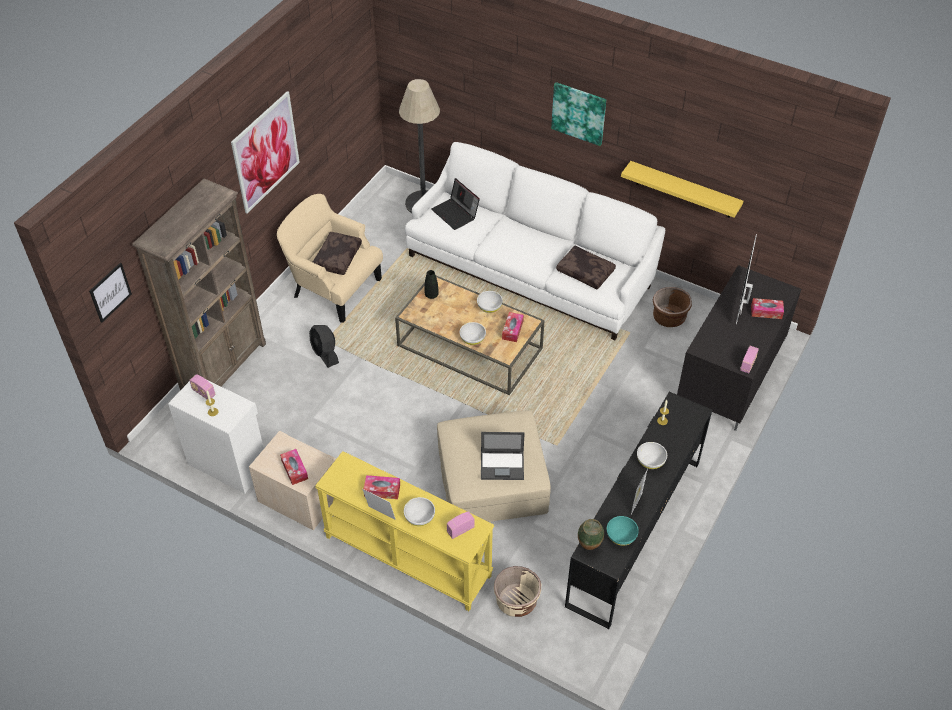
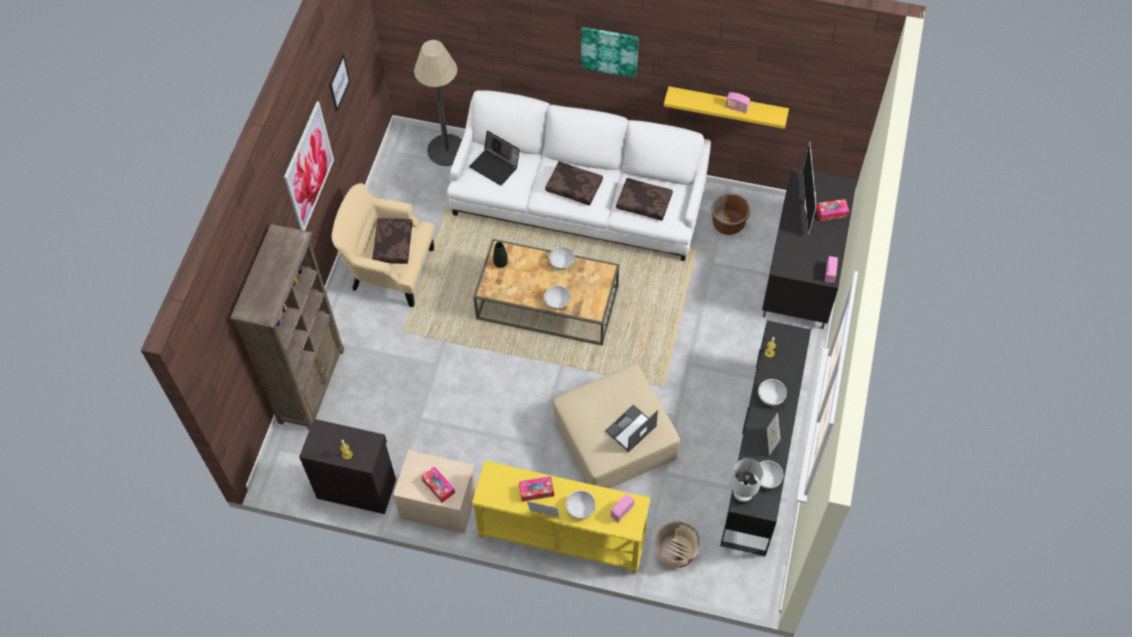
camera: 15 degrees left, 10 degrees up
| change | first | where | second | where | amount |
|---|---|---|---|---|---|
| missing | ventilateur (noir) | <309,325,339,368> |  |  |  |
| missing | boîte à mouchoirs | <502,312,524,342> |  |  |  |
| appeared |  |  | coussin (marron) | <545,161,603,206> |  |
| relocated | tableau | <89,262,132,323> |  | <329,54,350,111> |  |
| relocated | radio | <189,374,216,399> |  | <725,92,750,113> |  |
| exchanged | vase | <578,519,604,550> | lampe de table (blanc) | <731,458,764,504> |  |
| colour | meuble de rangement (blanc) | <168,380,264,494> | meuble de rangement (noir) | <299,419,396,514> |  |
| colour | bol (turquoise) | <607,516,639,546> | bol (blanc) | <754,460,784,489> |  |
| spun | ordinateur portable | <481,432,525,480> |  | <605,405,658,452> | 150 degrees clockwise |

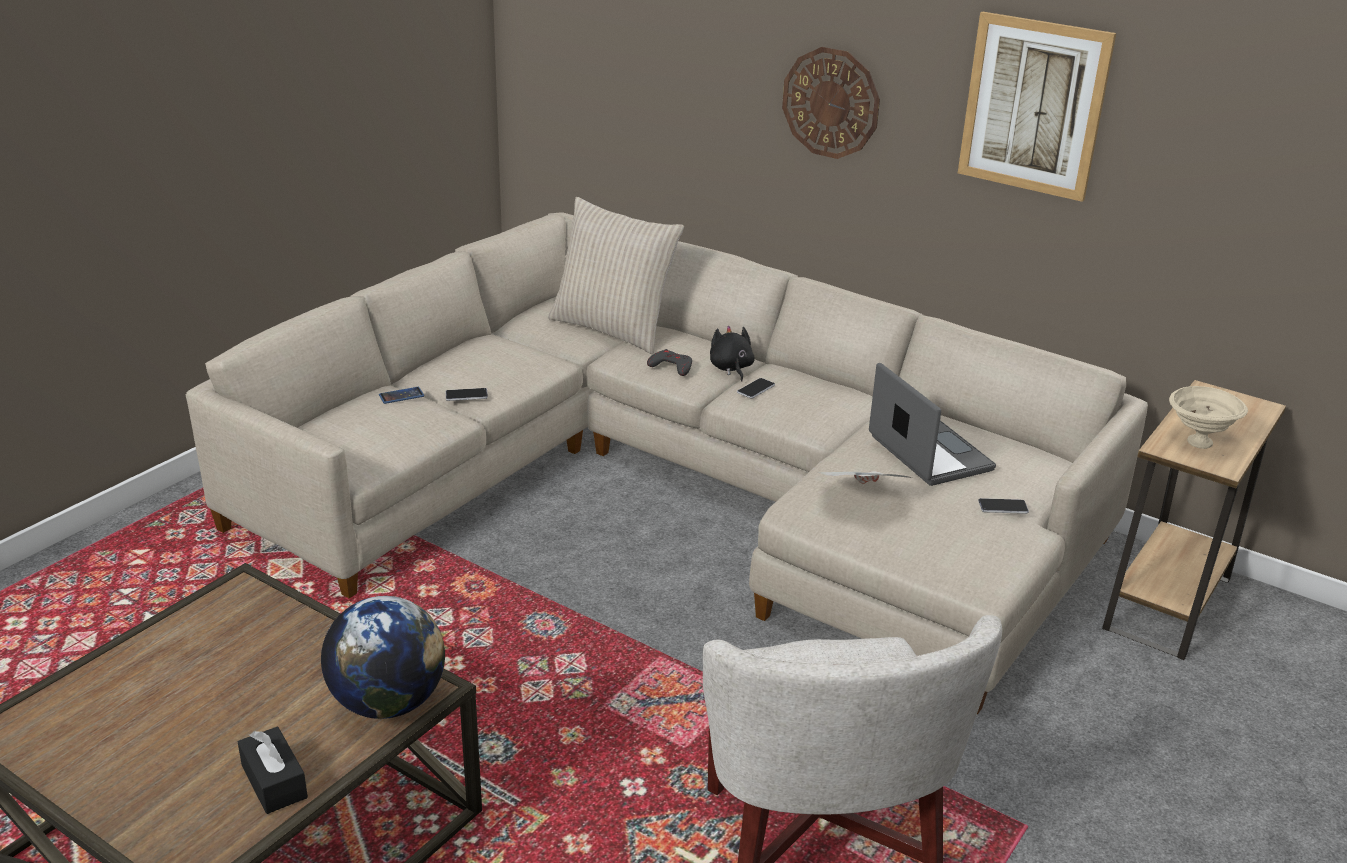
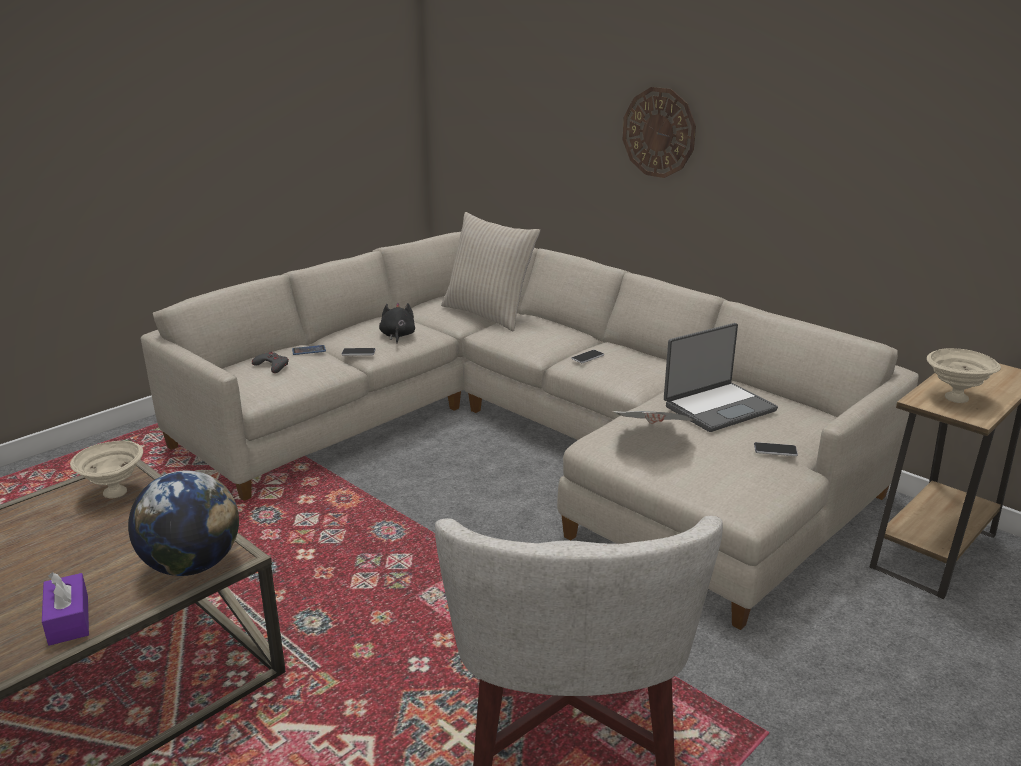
camera: 10 degrees right, 5 degrees down
| change | first | where | second | where | amount |
|---|---|---|---|---|---|
| missing | tableau | <958,11,1116,202> |  |  |  |
| appeared |  |  | bol (beige) | <70,441,143,498> |  |
| relocated | manette (gris) | <647,349,692,376> |  | <252,351,289,373> |  |
| relocated | peluche (noir) | <710,326,755,381> |  | <379,303,415,344> |  |
| colour | boîte à mouchoirs (noir) | <238,726,308,814> | boîte à mouchoirs (violet) | <42,572,89,646> |  |
| spun | ordinateur portable | <869,363,996,486> |  | <664,323,778,432> | 75 degrees clockwise |

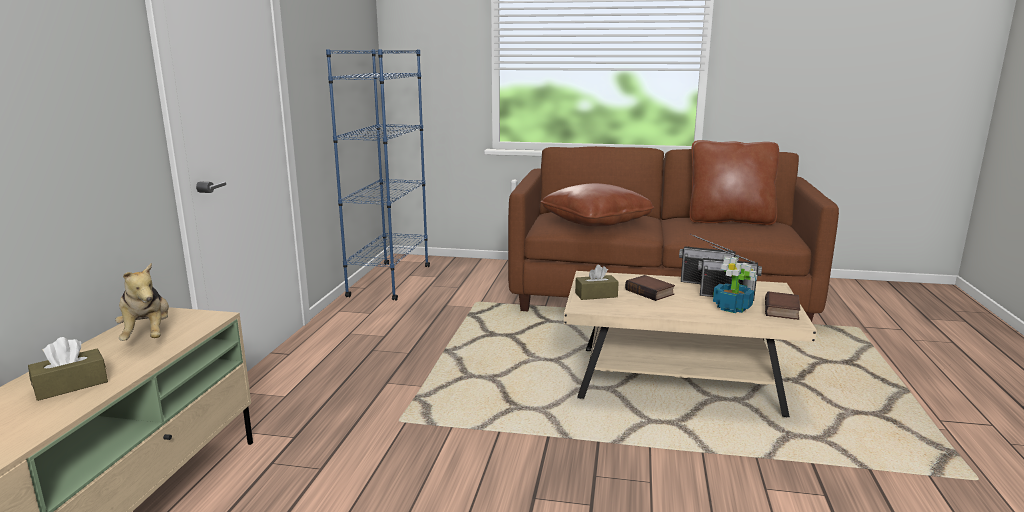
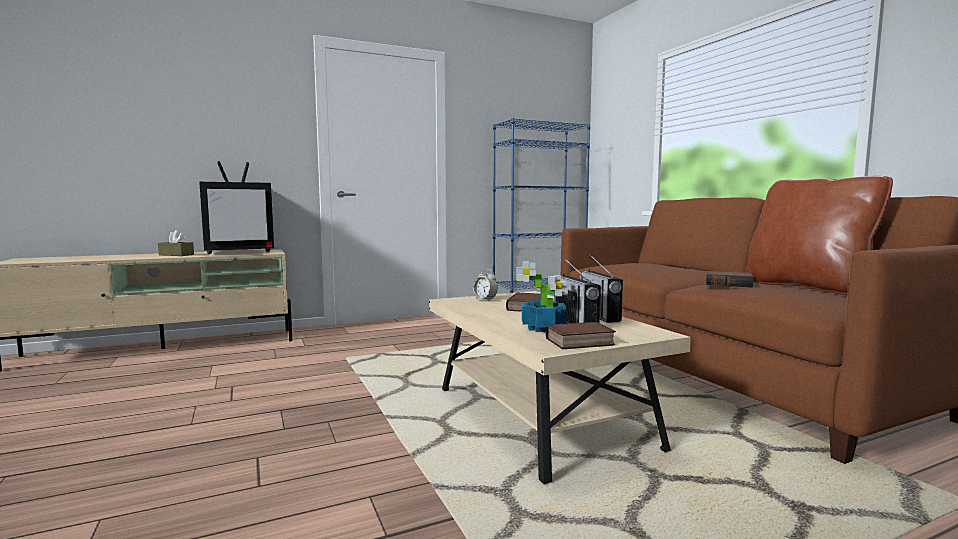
camera: 55 degrees right, 10 degrees down
| change | first | where | second | where | amount |
|---|---|---|---|---|---|
| missing | coussin (marron) | <541,183,655,226> |  |  |  |
| appeared |  |  | livre | <705,271,753,287> |  |
| exchanged | peluche | <115,263,169,341> | téléviseur | <199,161,274,254> |  |
| exchanged | boîte à mouchoirs (marron) | <575,264,619,300> | réveil | <473,269,498,301> |  |

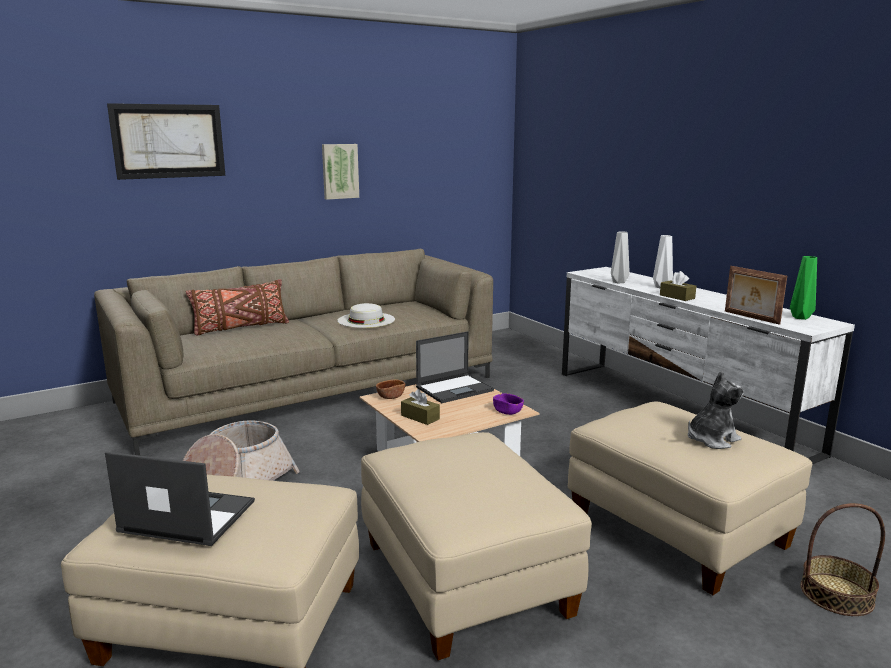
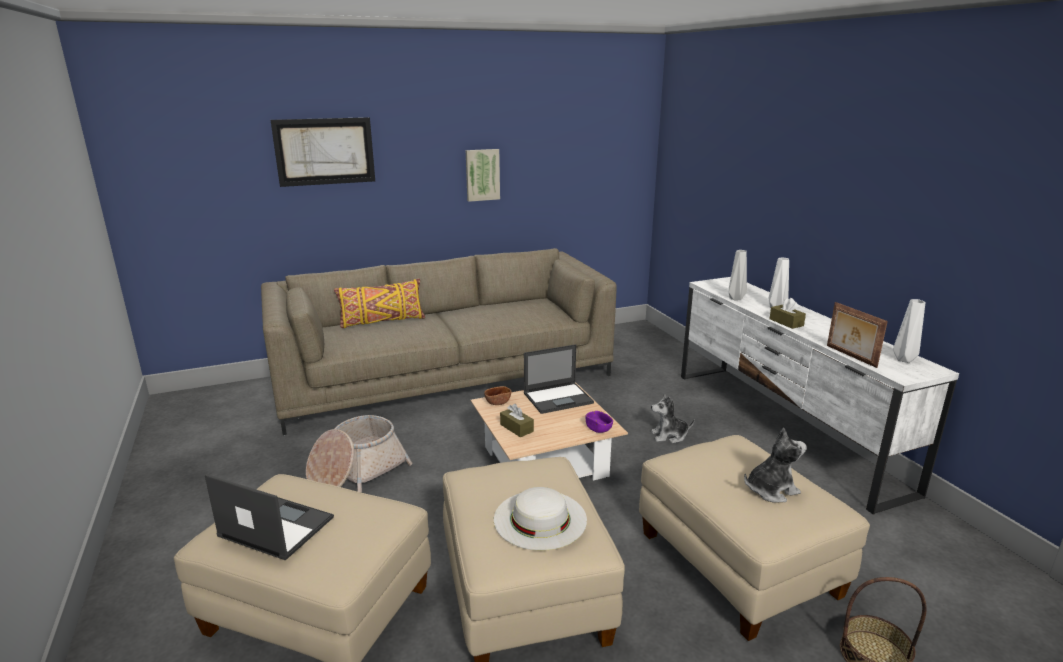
camera: 10 degrees right, 5 degrees up
| change | first | where | second | where | amount |
|---|---|---|---|---|---|
| appeared |  |  | peluche | <651,394,695,443> |  |
| relocated | chapeau (blanc) | <337,303,395,328> |  | <494,487,587,551> |  |
| colour | coussin (marron) | <186,279,289,336> | coussin (jaune) | <334,279,425,328> |  |
| colour | vase (vert) | <790,256,817,320> | vase (blanc) | <893,299,925,363> |  |

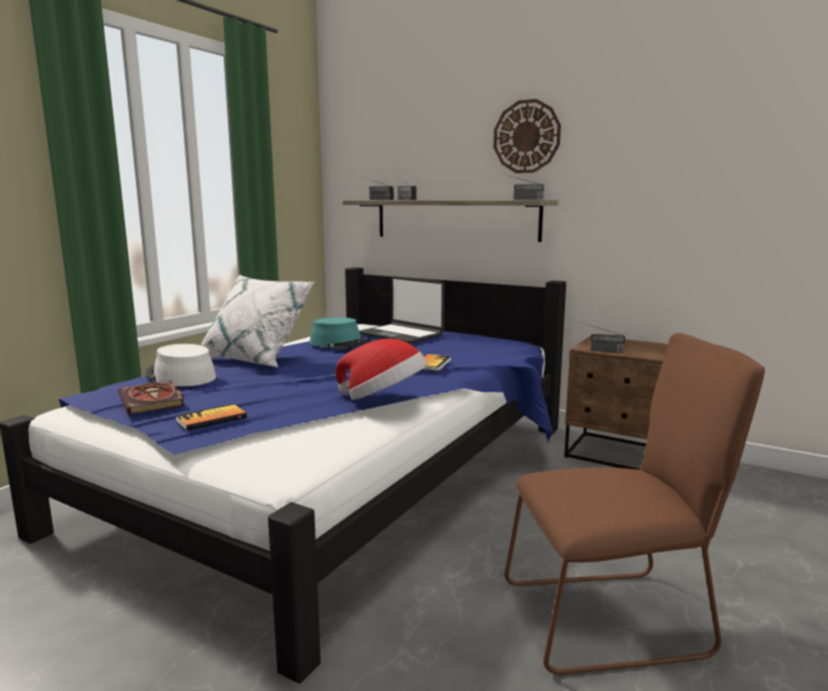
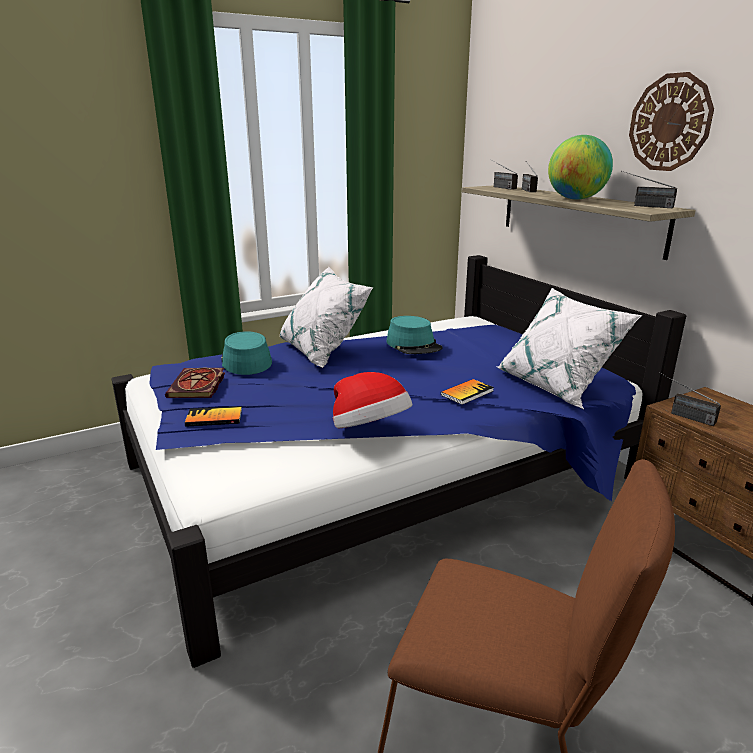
camera: 30 degrees right, 10 degrees up
| change | first | where | second | where | amount |
|---|---|---|---|---|---|
| missing | ordinateur portable | <360,276,445,344> |  |  |  |
| appeared |  |  | coussin (blanc) | <496,288,642,409> |  |
| appeared |  |  | globe | <548,135,613,200> |  |
| colour | chapeau (blanc) | <145,344,216,386> | chapeau (turquoise) | <221,331,272,375> |  |

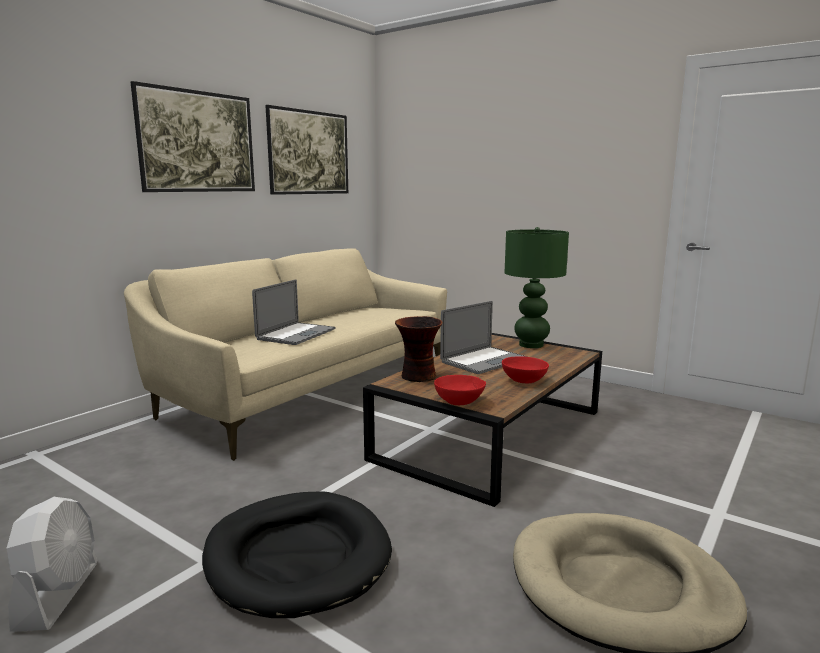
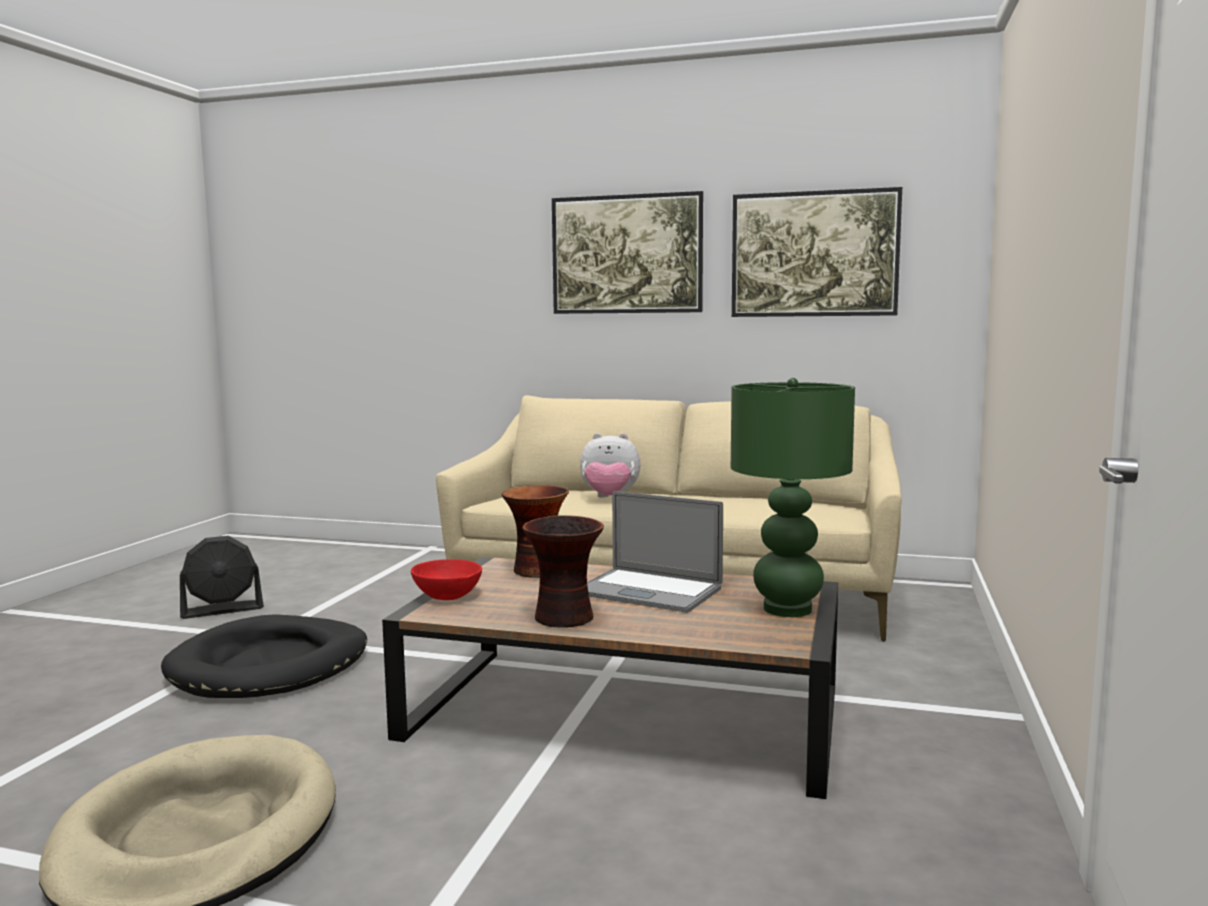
camera: 70 degrees right, 5 degrees down
| change | first | where | second | where | amount |
|---|---|---|---|---|---|
| exchanged | ordinateur portable | <252,279,336,345> | peluche | <580,433,641,498> |  |
| exchanged | bol (rouge) | <502,356,549,383> | vase | <522,515,604,628> |  |
| colour | ventilateur (blanc) | <6,497,98,632> | ventilateur (noir) | <180,536,264,619> |  |

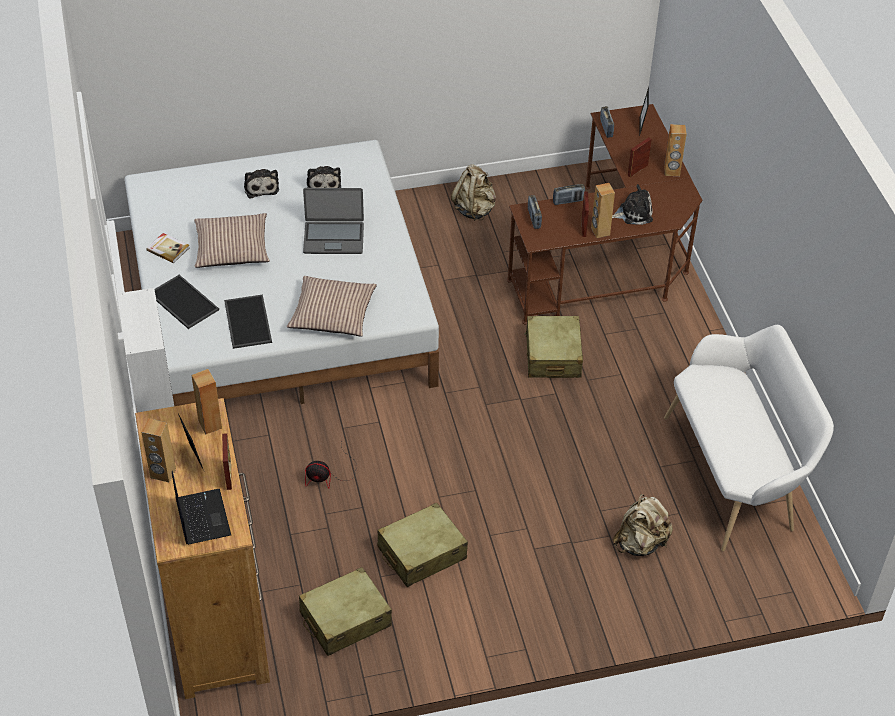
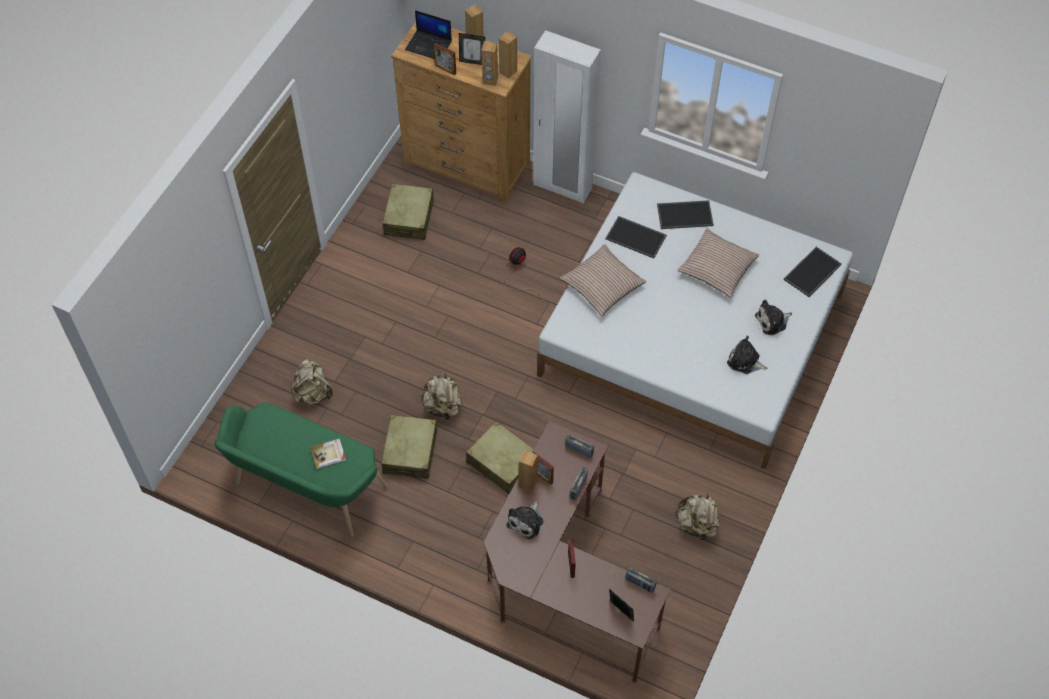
camera: 130 degrees right, 10 degrees up
| change | first | where | second | where | amount |
|---|---|---|---|---|---|
| missing | ordinateur portable | <303,188,364,254> |  |  |  |
| appeared |  |  | sac à dos (beige) | <421,373,462,421> |  |
| appeared |  |  | plateau | <783,247,842,297> |  |
| relocated | livre | <146,233,189,263> |  | <310,438,346,469> |  |
| relocated | valise (beige) | <377,502,468,587> |  | <382,415,437,479> |  |
| relocated | enceinte (marron) | <664,124,687,176> |  | <499,31,517,78> |  |
| colour | banc (blanc) | <664,325,834,552> | banc (vert) | <214,402,388,537> |  |
| spun | peluche | <244,169,279,199> |  | <755,300,792,335> | 45 degrees counterclockwise |

